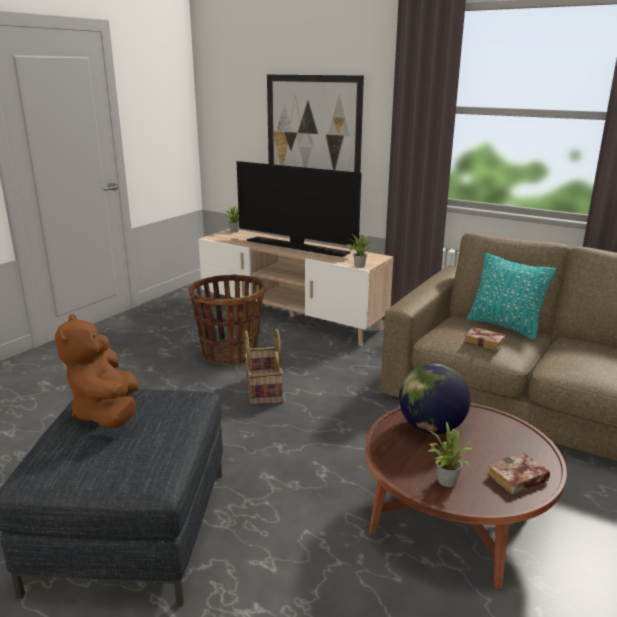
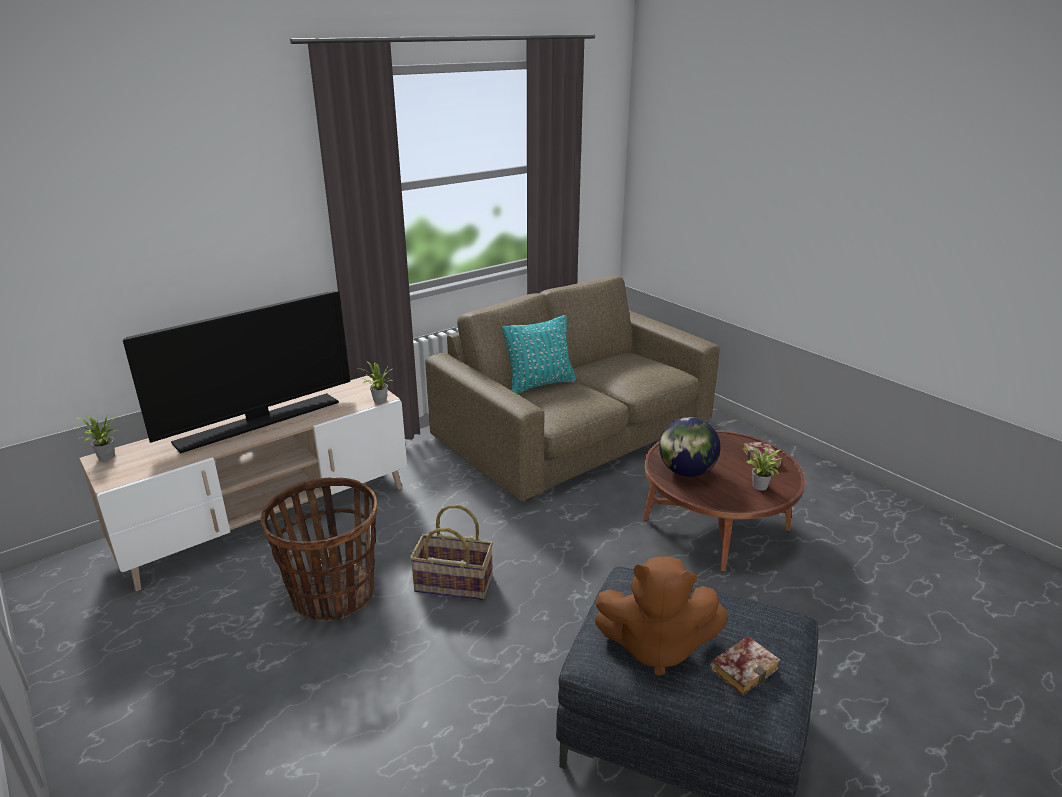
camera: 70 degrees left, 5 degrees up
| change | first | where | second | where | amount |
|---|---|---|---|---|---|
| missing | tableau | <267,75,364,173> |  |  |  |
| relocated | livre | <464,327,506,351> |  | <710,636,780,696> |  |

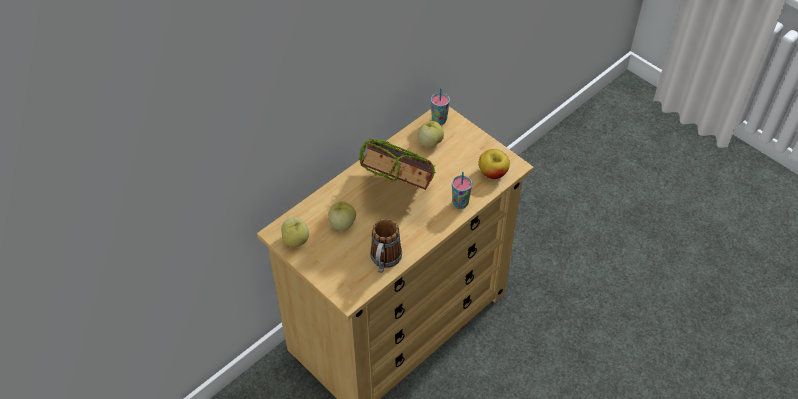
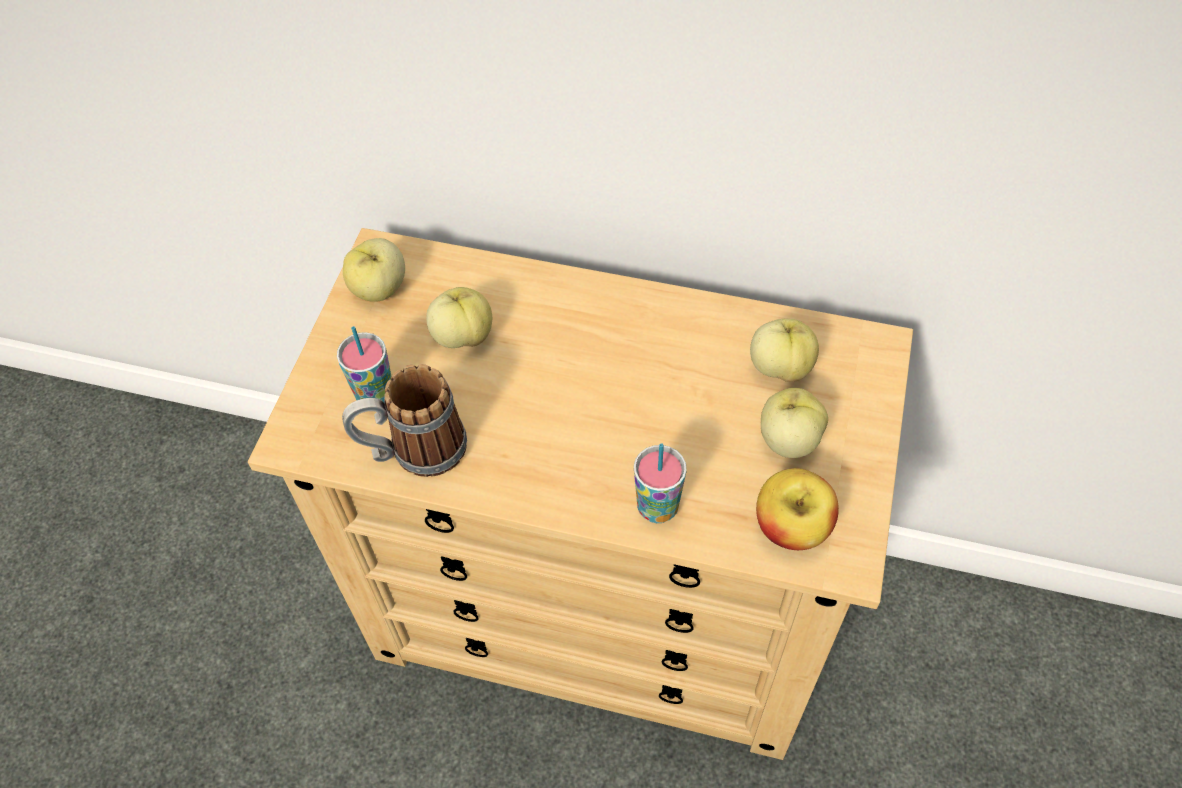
camera: 60 degrees right, 5 degrees up
| change | first | where | second | where | amount |
|---|---|---|---|---|---|
| missing | livre | <359,138,436,190> |  |  |  |
| appeared |  |  | pomme | <761,388,828,458> |  |
| relocated | tasse | <431,88,450,125> |  | <337,326,391,404> |  |

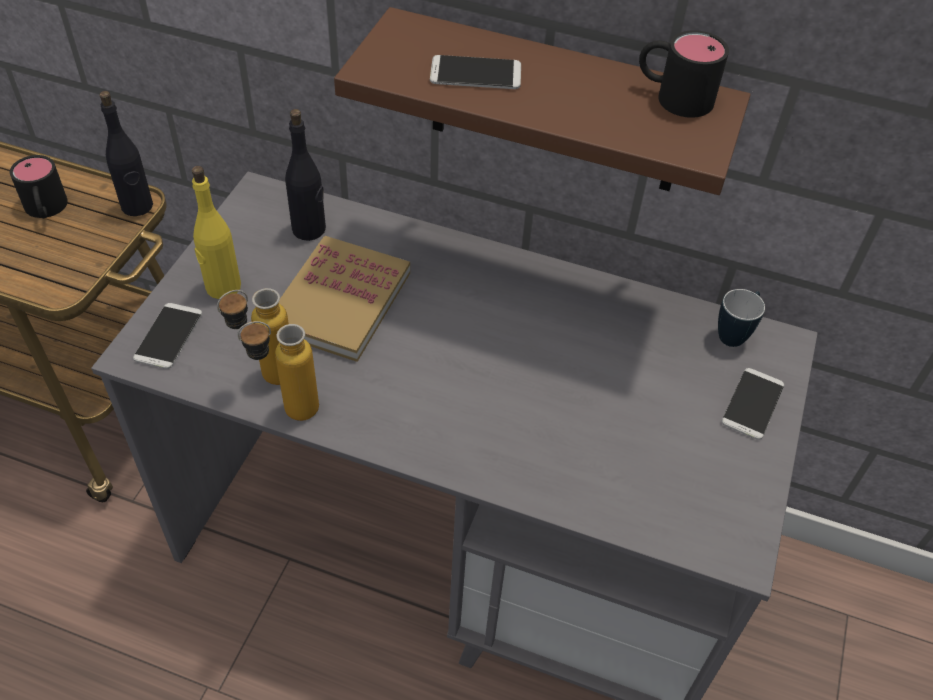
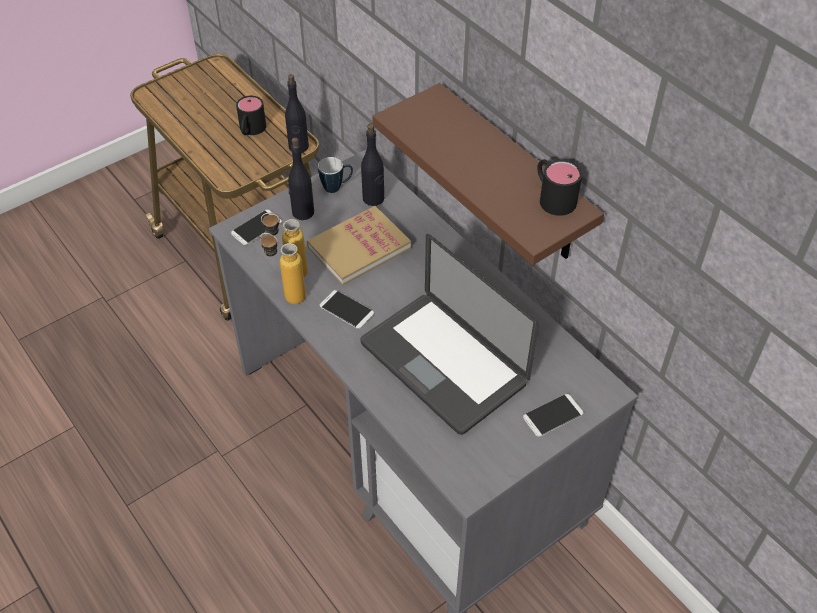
camera: 35 degrees right, 0 degrees up
| change | first | where | second | where | amount |
|---|---|---|---|---|---|
| appeared |  |  | ordinateur portable | <360,234,539,435> |  |
| relocated | téléphone | <430,55,521,89> |  | <319,290,374,329> |  |
| relocated | mug | <718,289,765,347> |  | <318,157,353,193> |  |
| colour | bouteille (jaune) | <192,166,241,299> | bouteille (noir) | <288,138,314,220> |  |

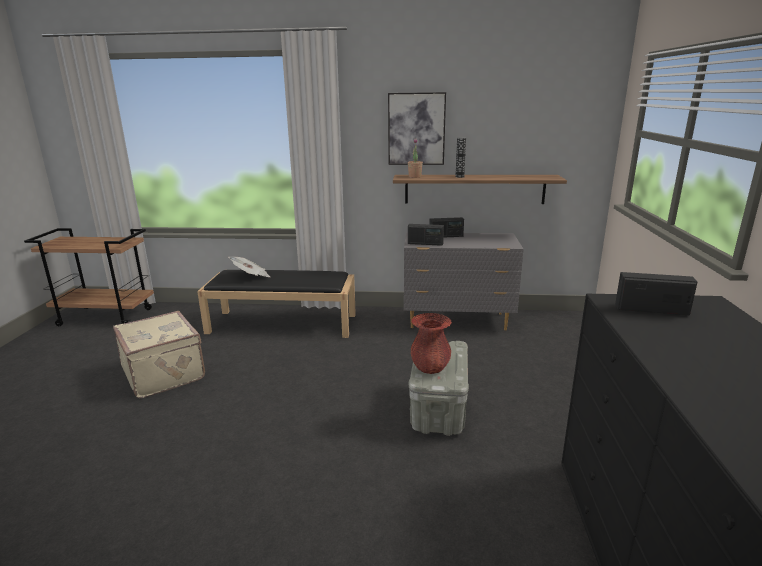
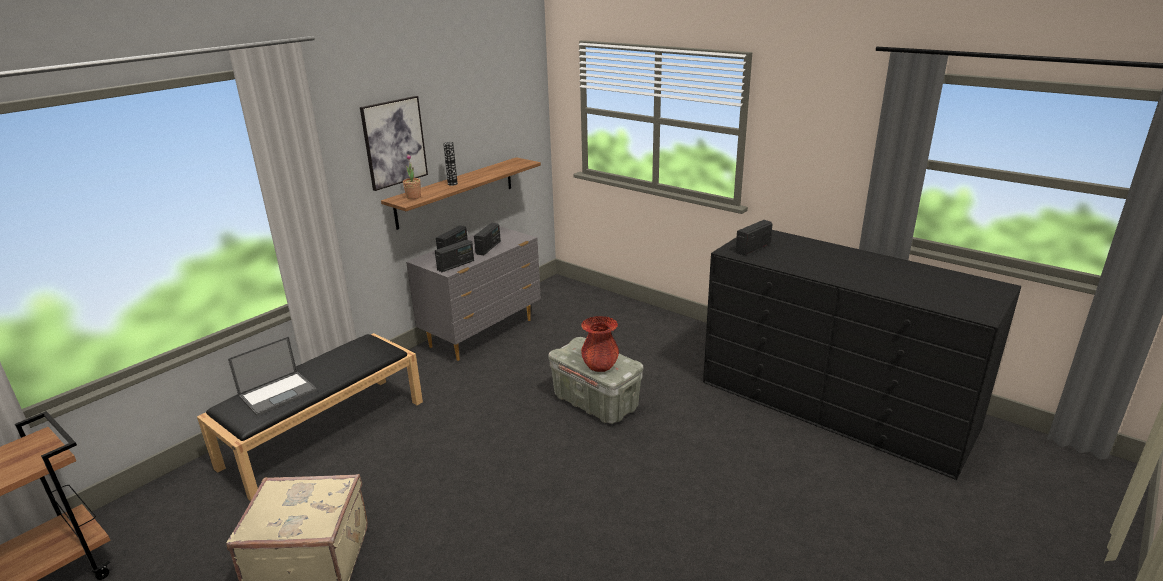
camera: 55 degrees left, 5 degrees up
| change | first | where | second | where | amount |
|---|---|---|---|---|---|
| appeared |  |  | radio | <474,223,501,255> |  |
| exchanged | journal | <228,257,270,277> | ordinateur portable | <228,336,317,416> |  |

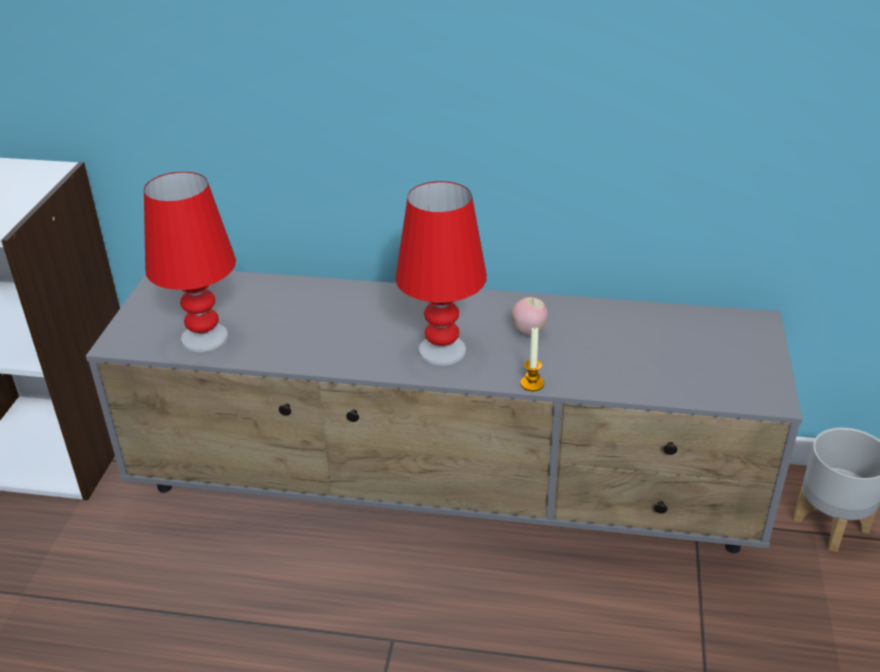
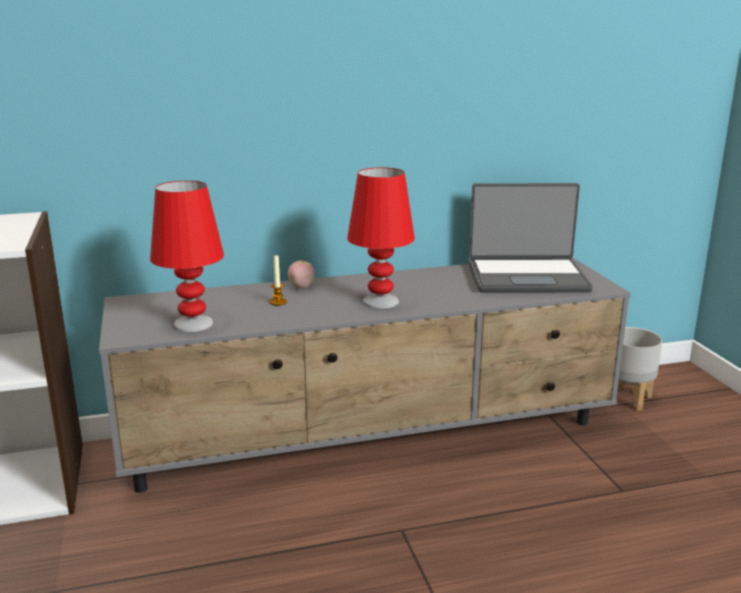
camera: 25 degrees left, 15 degrees down
| change | first | where | second | where | amount |
|---|---|---|---|---|---|
| appeared |  |  | ordinateur portable | <469,183,593,293> |  |
| relocated | pomme | <512,297,548,336> |  | <288,259,314,289> |  |
| relocated | bougie | <520,328,544,391> |  | <270,255,287,305> |  |

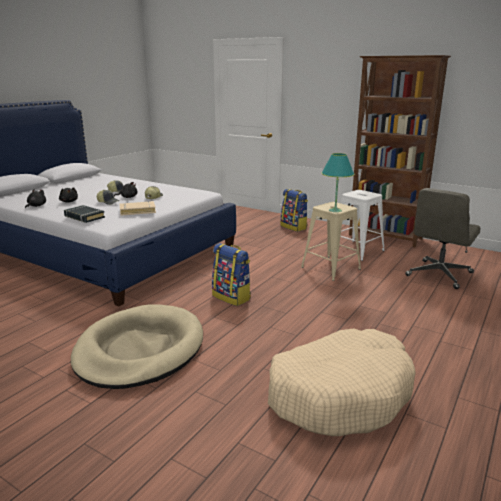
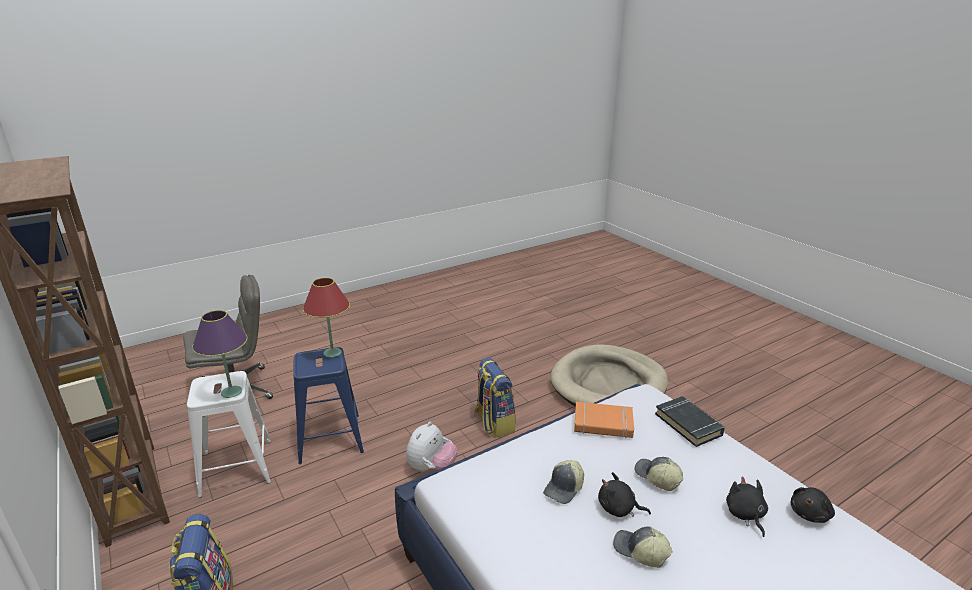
camera: 155 degrees left, 5 degrees up
| change | first | where | second | where | amount |
|---|---|---|---|---|---|
| missing | panier pour chien (beige) | <268,328,416,436> |  |  |  |
| appeared |  |  | lampe de table (violet) | <192,310,247,398> |  |
| appeared |  |  | peluche | <406,422,458,472> |  |
| colour | livre (beige) | <120,201,156,216> | livre (orange) | <574,402,634,438> |  |
| colour | tabouret (beige) | <301,202,361,281> | tabouret (bleu) | <293,347,364,464> |  |
| colour | lampe de table (turquoise) | <321,153,354,212> | lampe de table (rouge) | <303,278,350,357> |  |

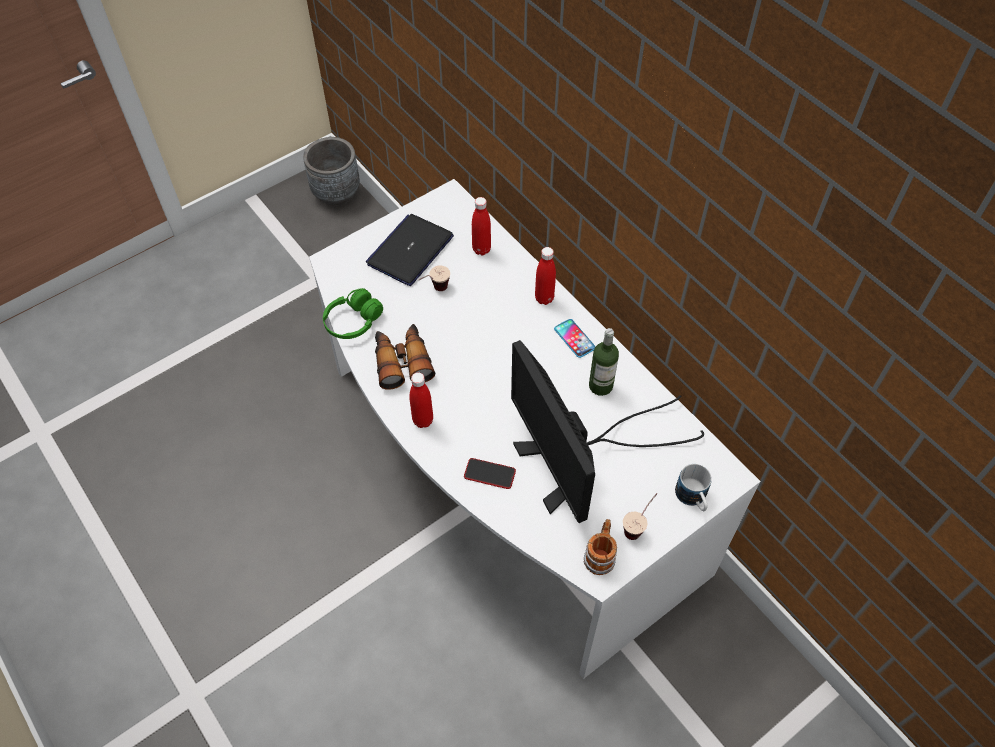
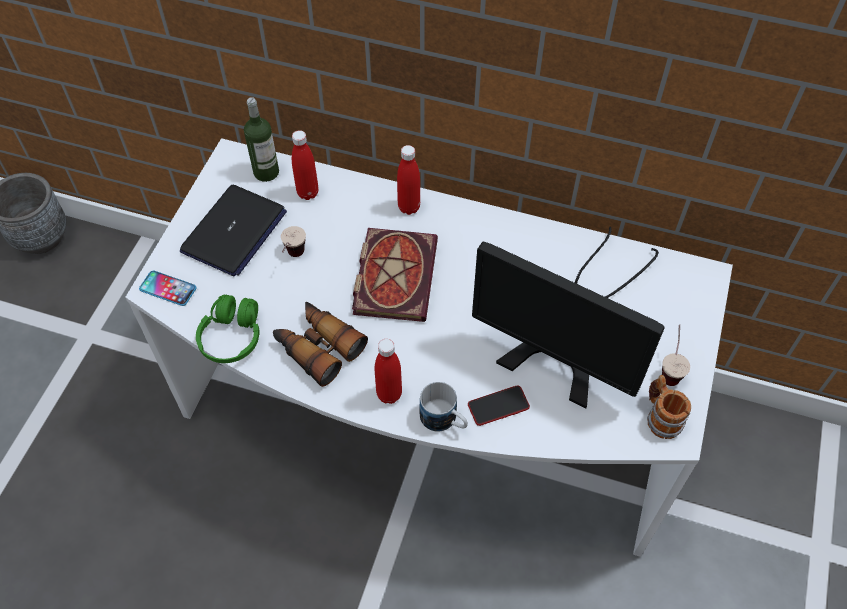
camera: 35 degrees left, 0 degrees up
| change | first | where | second | where | amount |
|---|---|---|---|---|---|
| appeared |  |  | livre | <352,228,438,322> |  |
| relocated | téléphone | <554,319,596,358> |  | <139,271,197,306> |  |
| relocated | bouteille | <589,328,619,396> |  | <244,97,279,182> |  |
| relocated | mug | <675,464,712,511> |  | <420,382,468,431> |  |
| spun | ordinateur portable | <366,214,454,286> |  | <180,185,287,276> | 150 degrees counterclockwise |

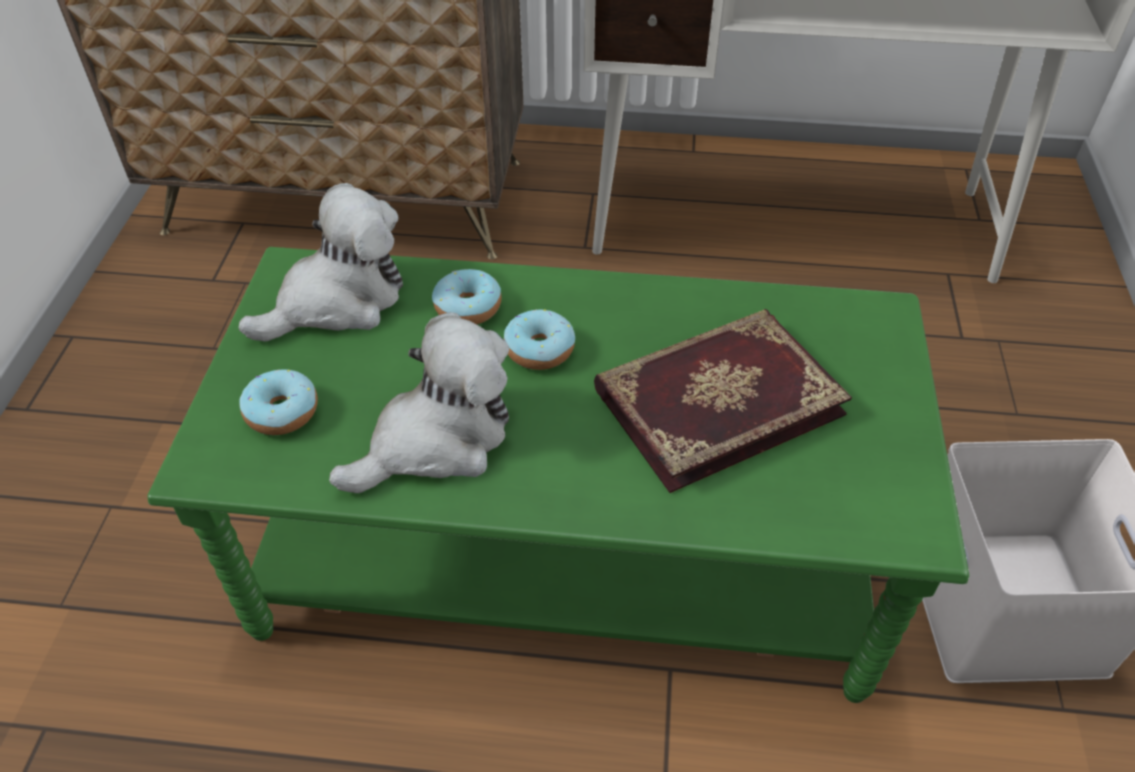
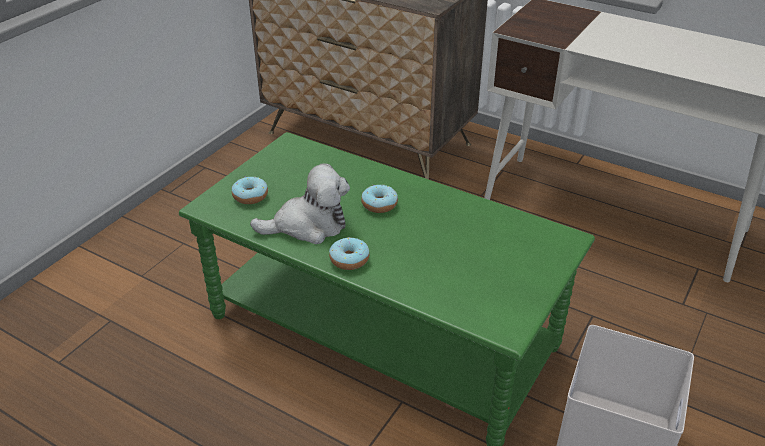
camera: 25 degrees right, 10 degrees down
| change | first | where | second | where | amount |
|---|---|---|---|---|---|
| missing | peluche | <238,183,403,342> |  |  |  |
| missing | livre | <594,309,852,493> |  |  |  |
| relocated | beignet | <432,269,502,324> |  | <329,237,370,270> |  |

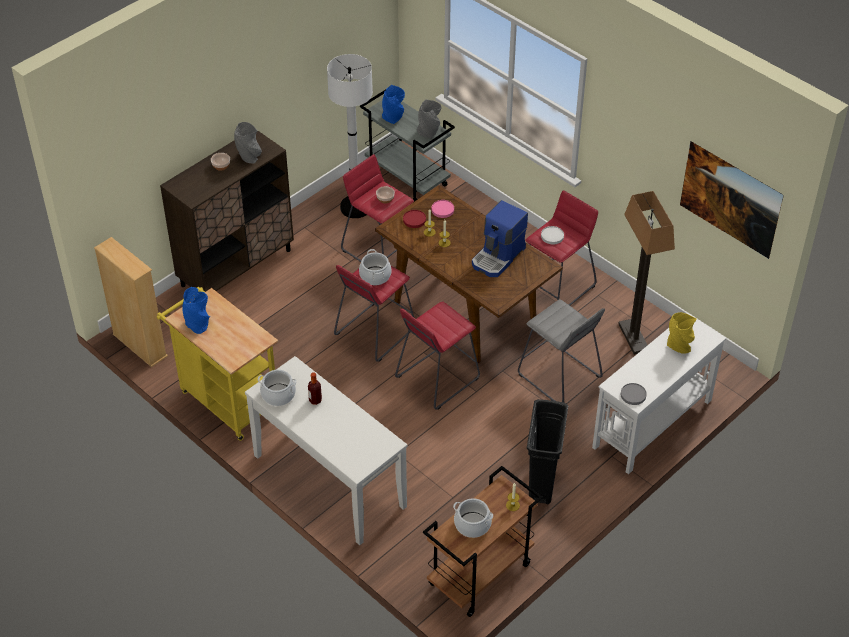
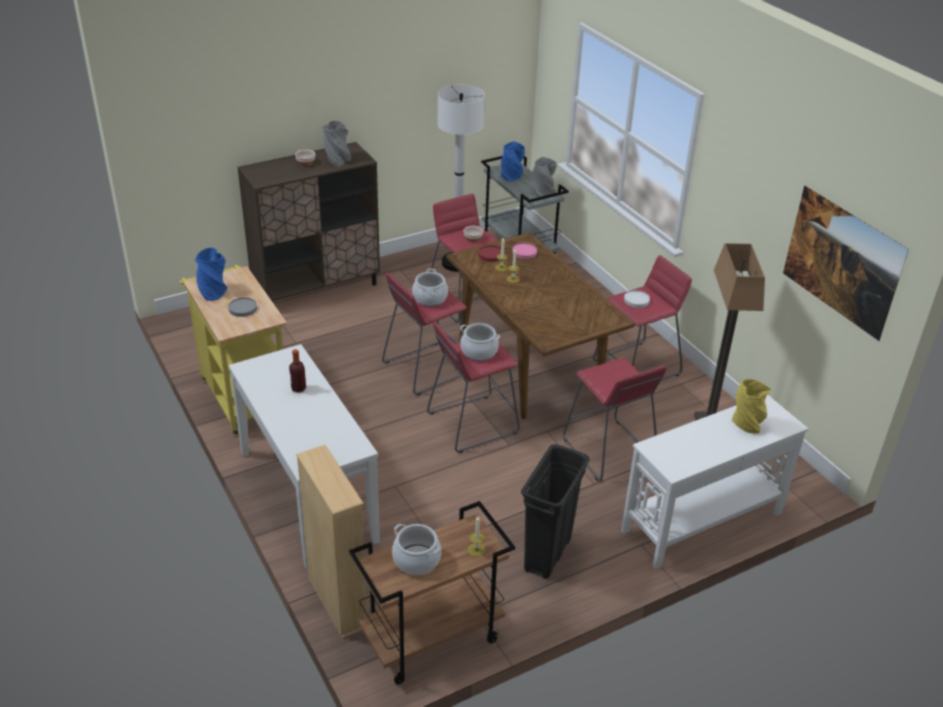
camera: 15 degrees right, 10 degrees down
| change | first | where | second | where | amount |
|---|---|---|---|---|---|
| missing | machine à café | <472,200,528,277> |  |  |  |
| relocated | bibliothèque (beige) | <94,237,168,367> |  | <296,445,367,639> |  |
| relocated | marmite | <258,370,296,406> |  | <460,323,500,361> |  |
| relocated | assiette (gris) | <621,383,647,405> |  | <228,297,257,317> |  |
| colour | tabouret (gris) | <518,299,605,403> | tabouret (rouge) | <563,358,667,481> |  |

